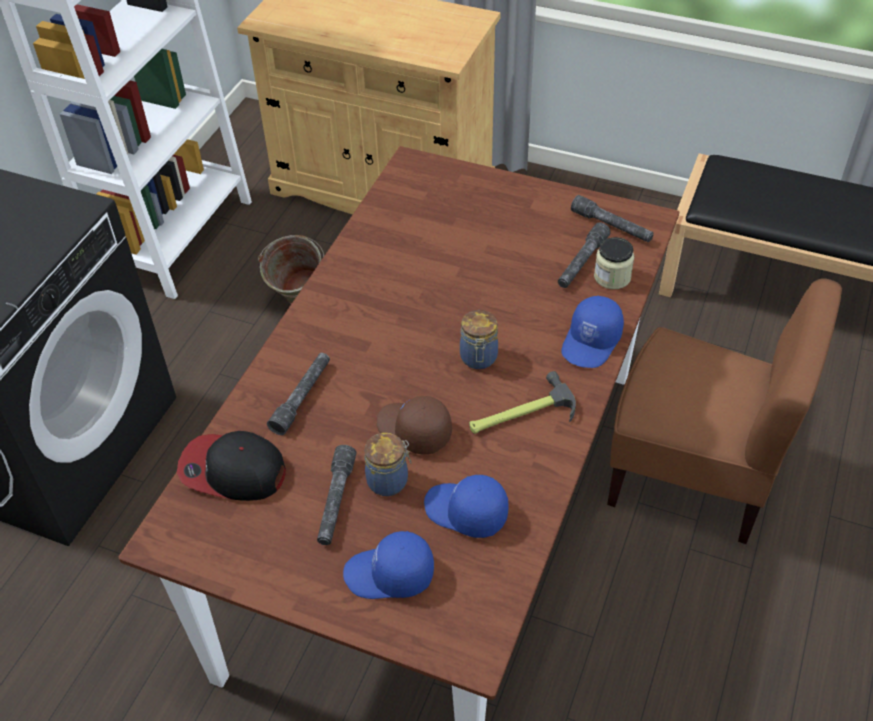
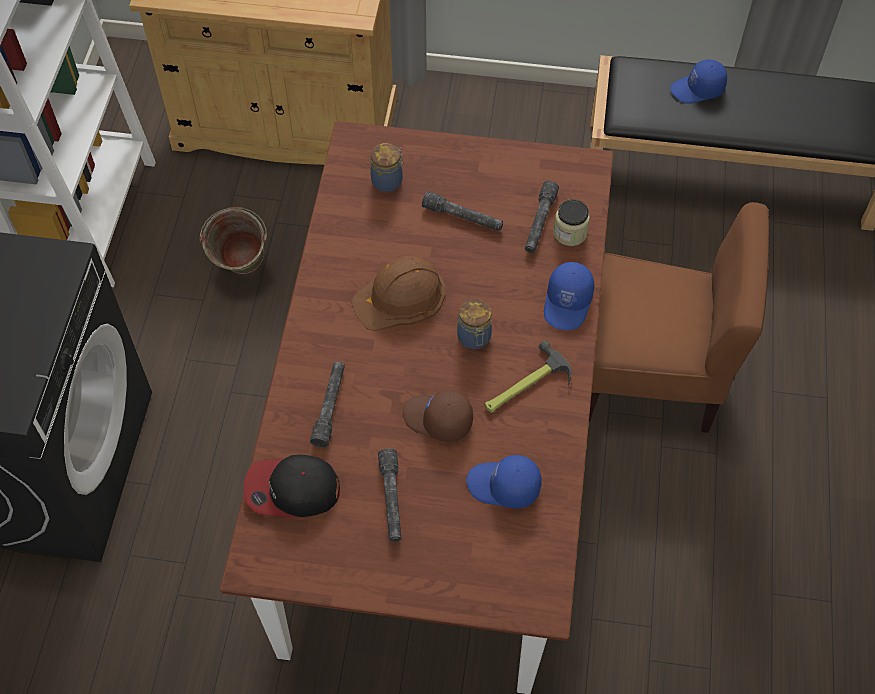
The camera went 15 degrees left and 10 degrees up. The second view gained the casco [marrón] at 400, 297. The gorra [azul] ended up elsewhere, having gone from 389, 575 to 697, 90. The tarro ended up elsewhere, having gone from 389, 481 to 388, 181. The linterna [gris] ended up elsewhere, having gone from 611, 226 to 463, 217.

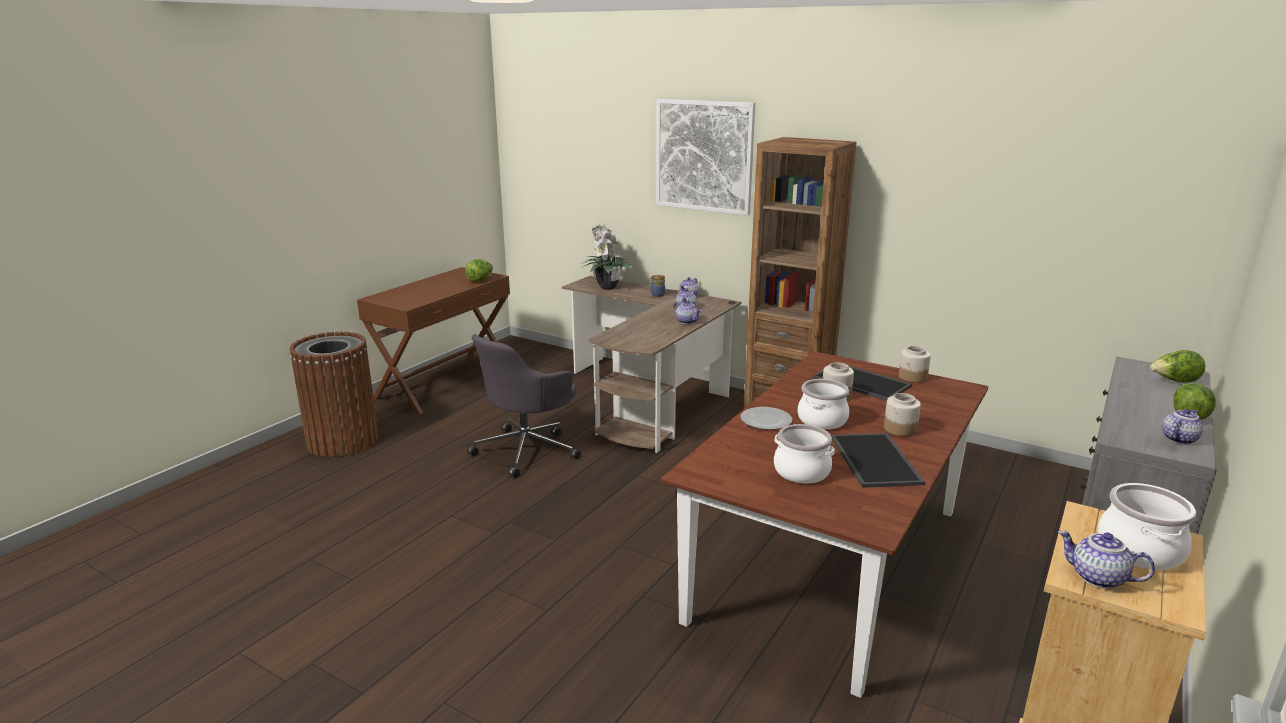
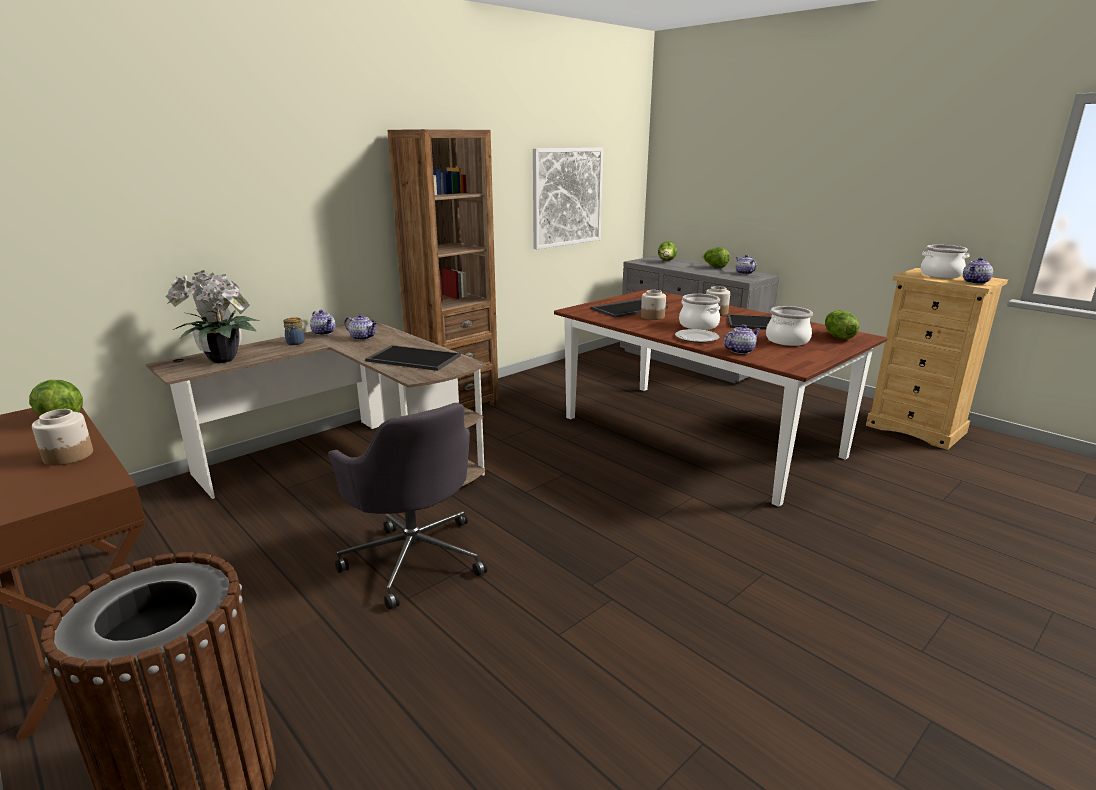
The camera went 75 degrees left and 0 degrees up. The second view gained the bandeja at 412, 359. The second view gained the lechuga at 837, 337. The cuadro ended up elsewhere, having gone from 704, 156 to 567, 197. The tetera ended up elsewhere, having gone from 687, 321 to 740, 351. The tarro ended up elsewhere, having gone from 912, 377 to 69, 456.

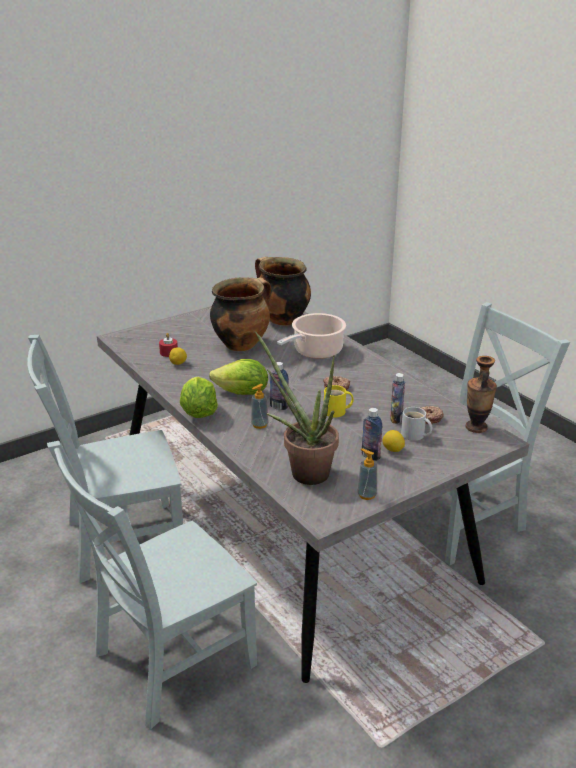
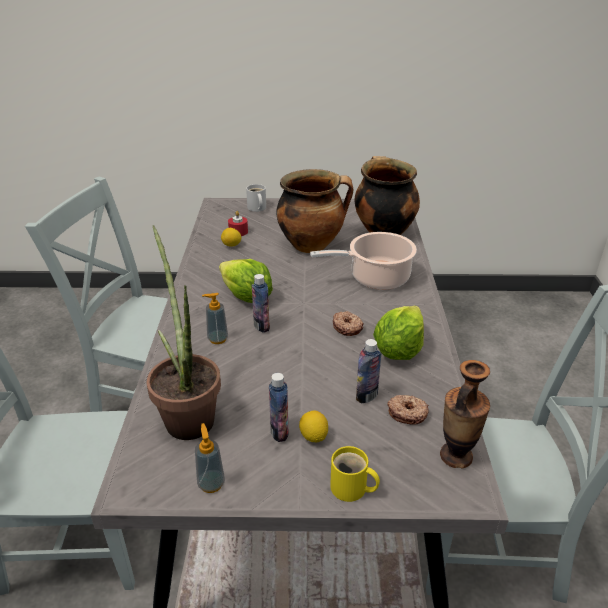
The camera went 35 degrees right and 5 degrees up. The lechuga ended up elsewhere, having gone from 199, 412 to 398, 350. The taza grande [amarillo] ended up elsewhere, having gone from 337, 412 to 351, 489. The taza grande [blanco] ended up elsewhere, having gone from 414, 435 to 256, 208.

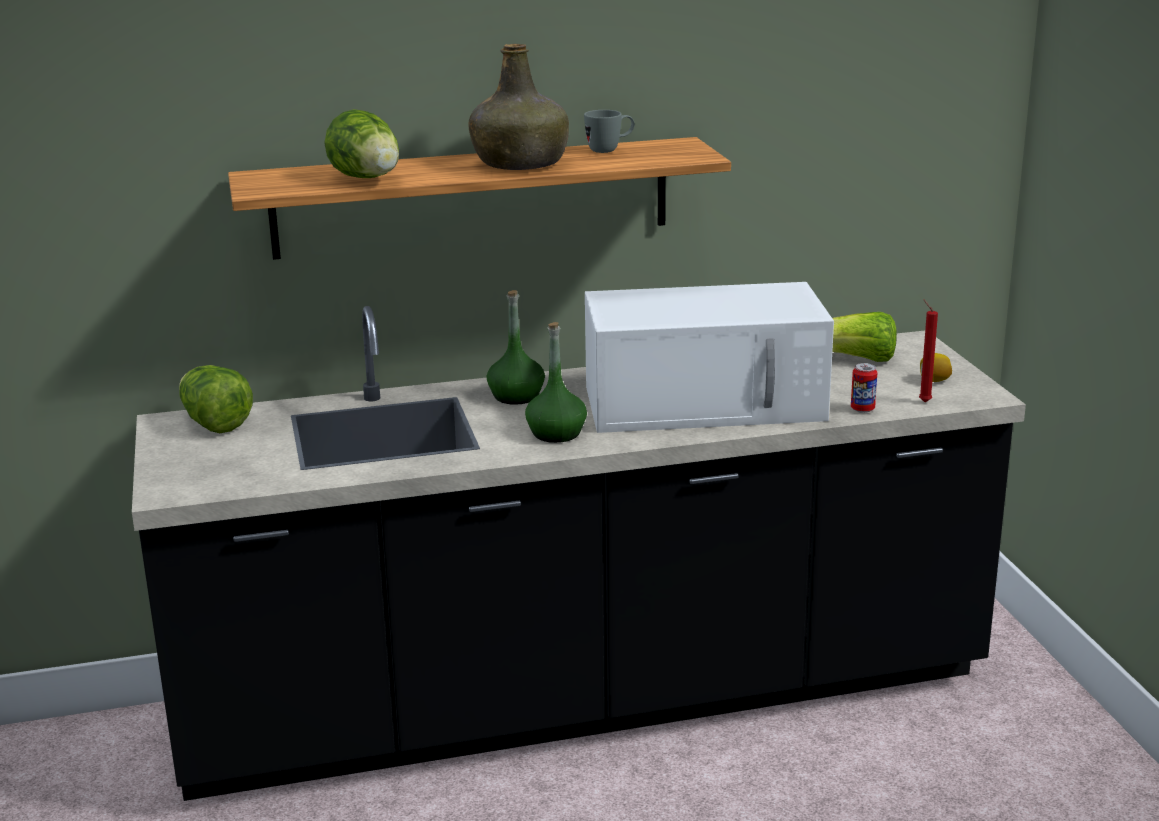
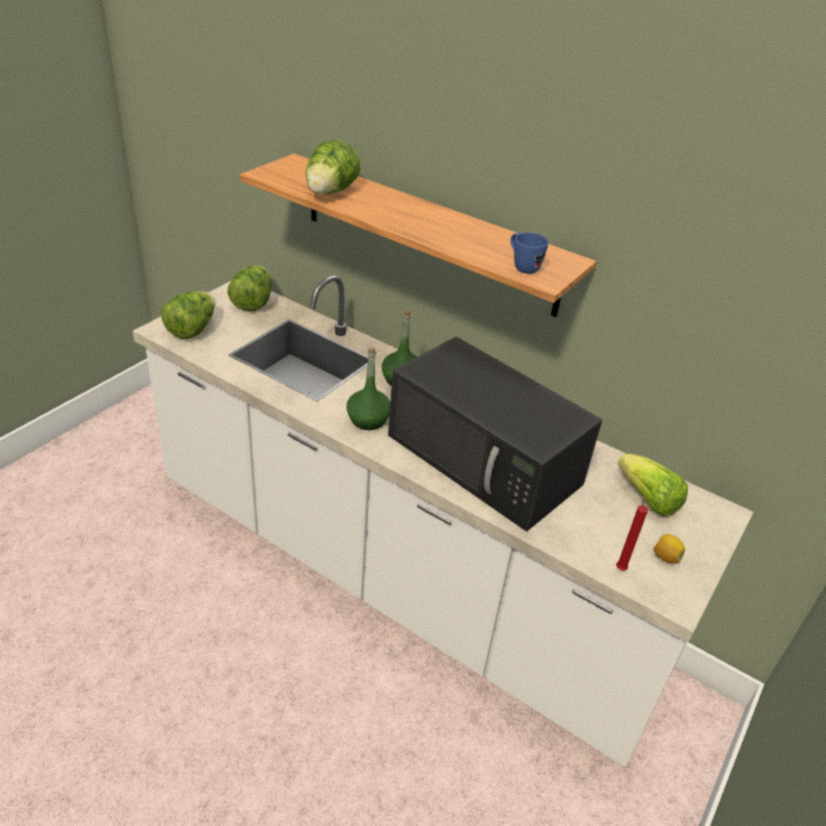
The camera went 45 degrees right and 15 degrees up. The second view lost the botella [verde] at 520, 163. The second view lost the taza grande [gris] at 610, 150. The second view lost the lata at 862, 409. The second view gained the lechuga at 192, 329. The second view gained the taza grande [azul] at 522, 267. What was the mueble bajo de cocina [negro] at 584, 701 turned into the mueble bajo de cocina [blanco] at 397, 579. What was the microondas [blanco] at 707, 402 turned into the microondas [negro] at 486, 460.

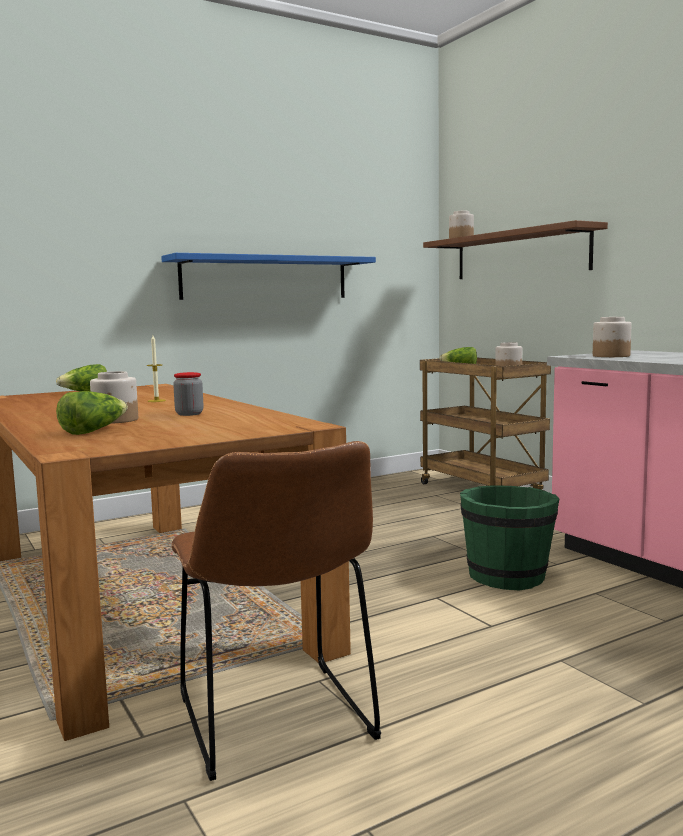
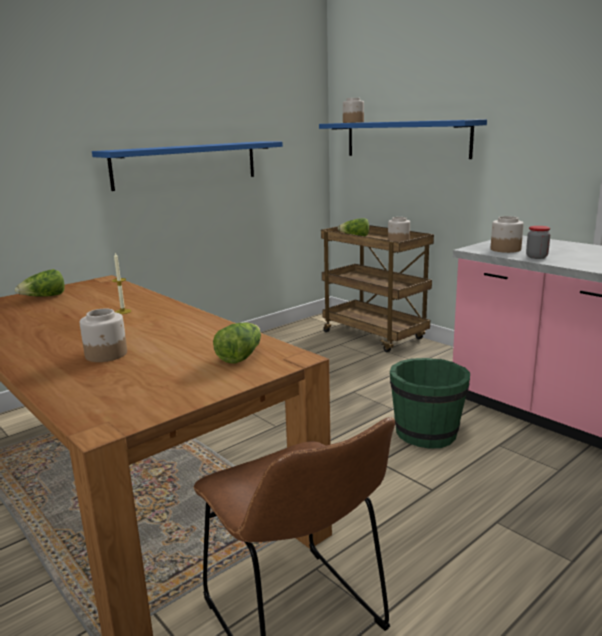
The camera went 10 degrees left and 10 degrees up. The lechuga ended up elsewhere, having gone from 93, 431 to 240, 356. The tarro ended up elsewhere, having gone from 189, 414 to 536, 257. What was the estante [marrón] at 519, 254 turned into the estante [azul] at 405, 139.

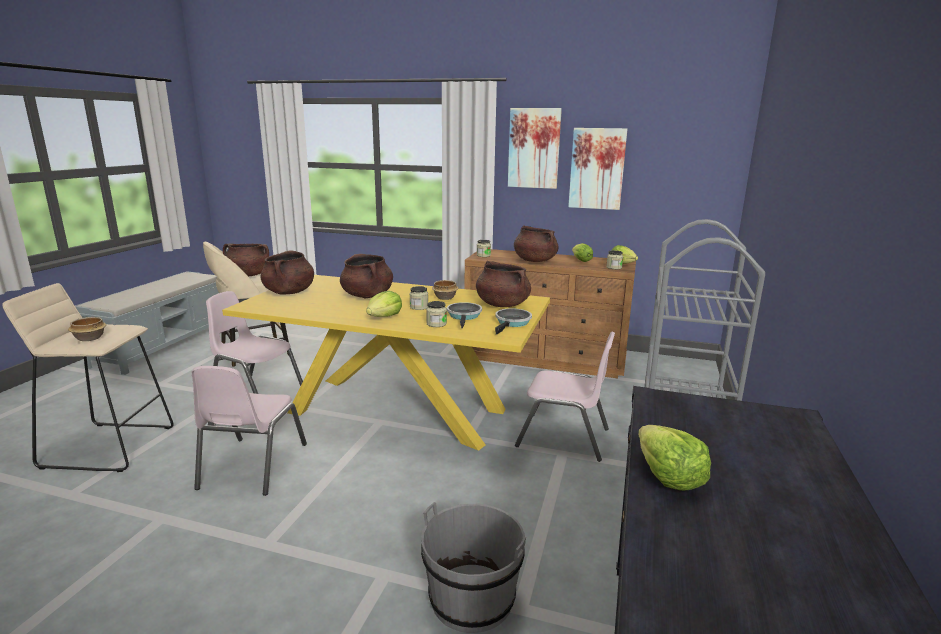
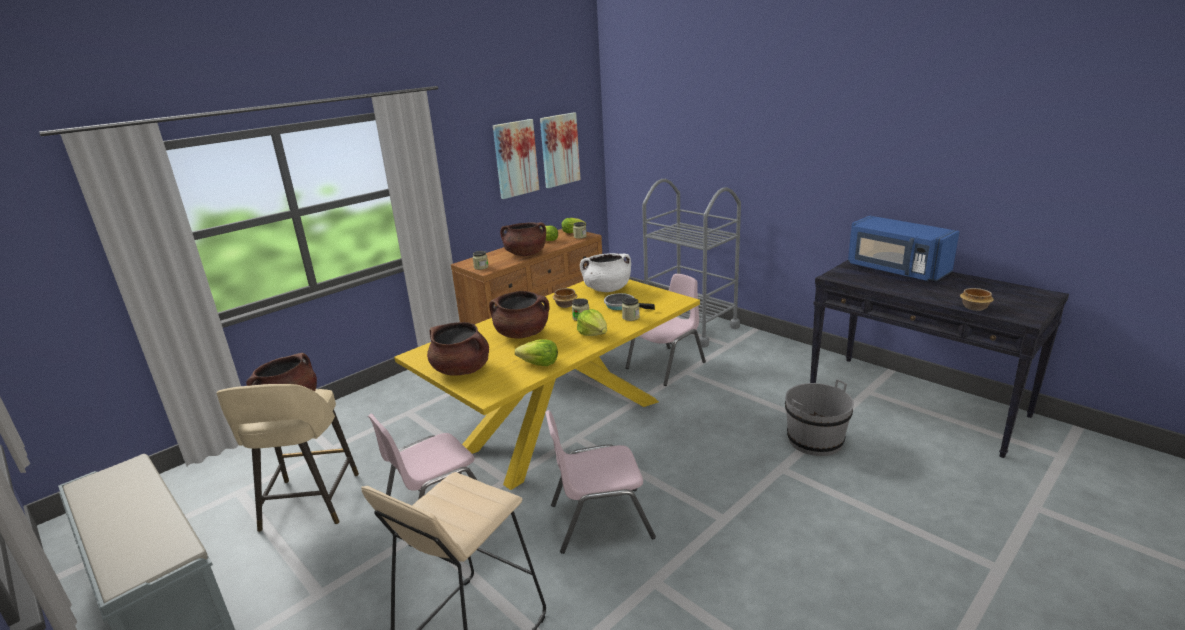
The camera went 60 degrees left and 5 degrees up. The second view lost the sartén at 512, 323. The second view gained the microondas [azul] at 896, 270. The cuenco ended up elsewhere, having gone from 89, 338 to 974, 308. The cuadro ended up elsewhere, having gone from 534, 148 to 559, 150. The lechuga ended up elsewhere, having gone from 668, 476 to 539, 364. What was the olla [marrón] at 502, 304 turned into the olla [blanco] at 607, 289. The silla [rosa] at 252, 466 ended up facing another way, 135 degrees clockwise from before.

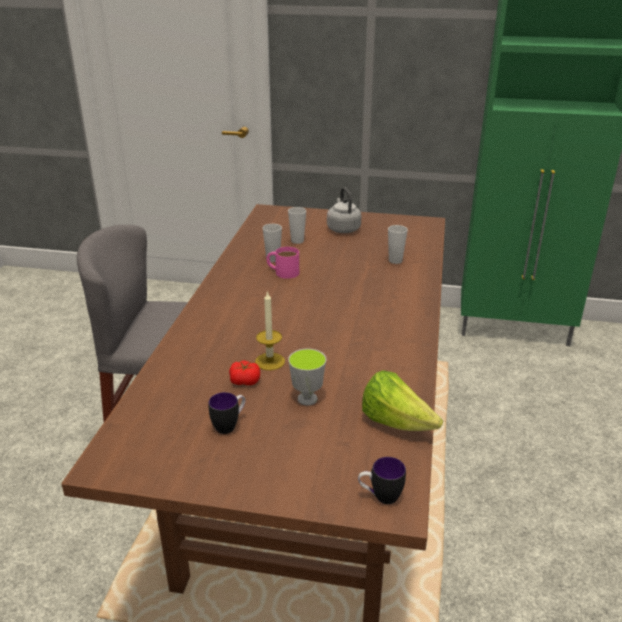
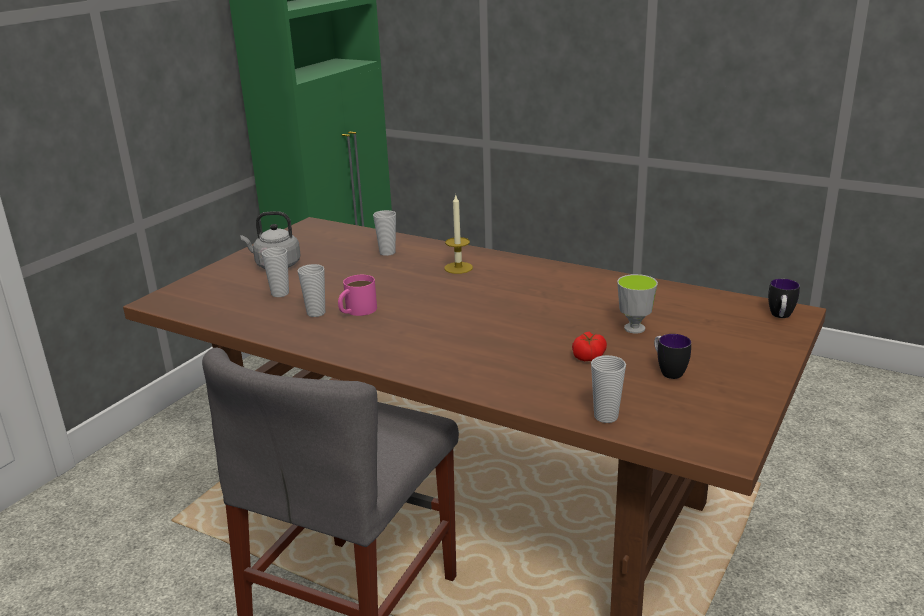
The camera went 70 degrees left and 5 degrees down. The second view lost the lechuga at 396, 422. The second view gained the taza at 606, 416. The vela ended up elsewhere, having gone from 270, 361 to 458, 268.

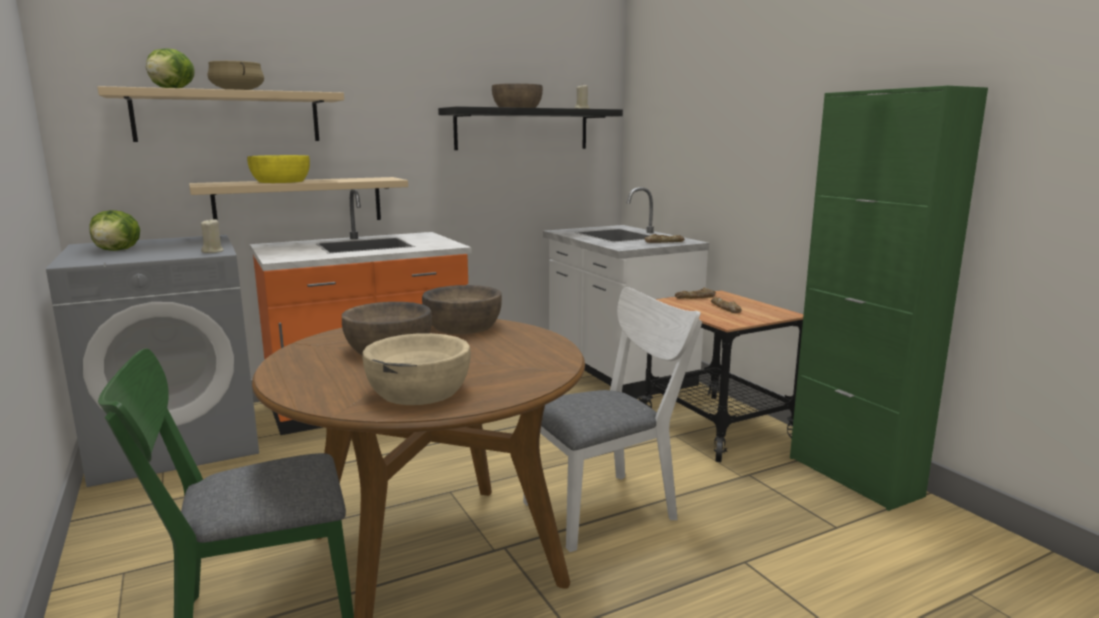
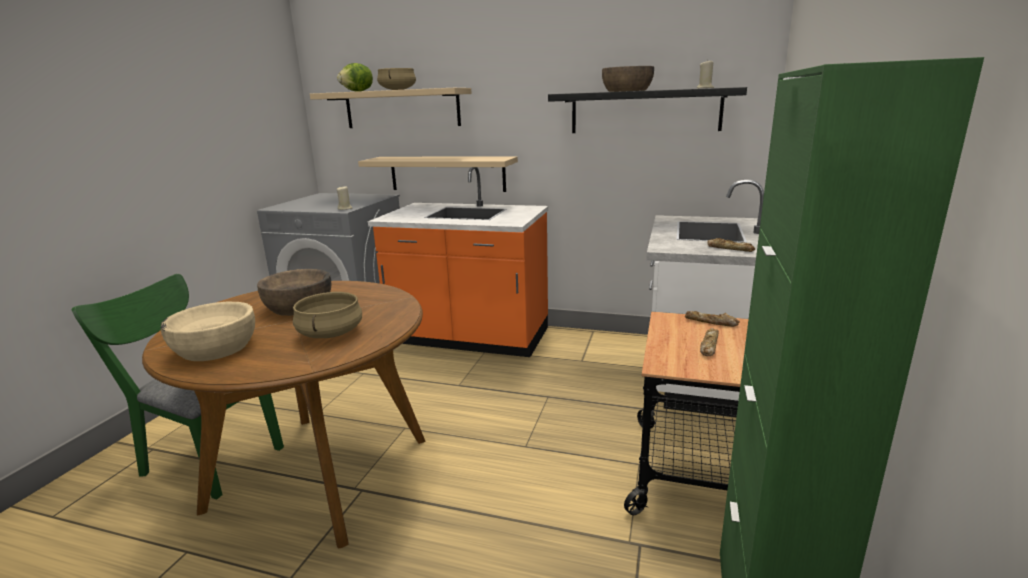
The camera went 45 degrees right and 5 degrees up. The second view lost the lechuga at 118, 250. The second view lost the cuenco [amarillo] at 280, 181. The second view lost the cuenco [marrón] at 463, 326. The second view lost the silla [blanco] at 609, 507. The second view gained the olla [beis] at 330, 333.

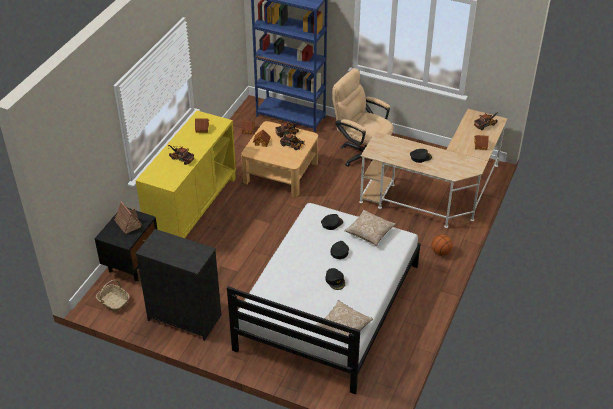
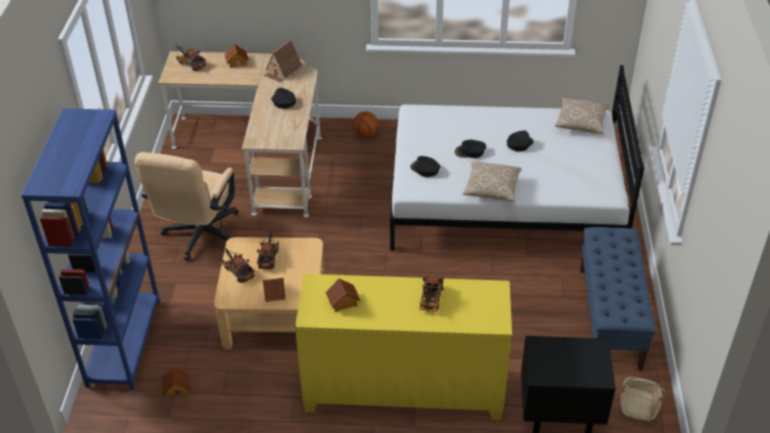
The camera went 110 degrees left and 0 degrees up. The casita ended up elsewhere, having gone from 128, 223 to 282, 71. The cojín ended up elsewhere, having gone from 369, 232 to 492, 189. Where the cómoda [negro] stood at 185, 317, the banco [azul] came to stand at 609, 318.

